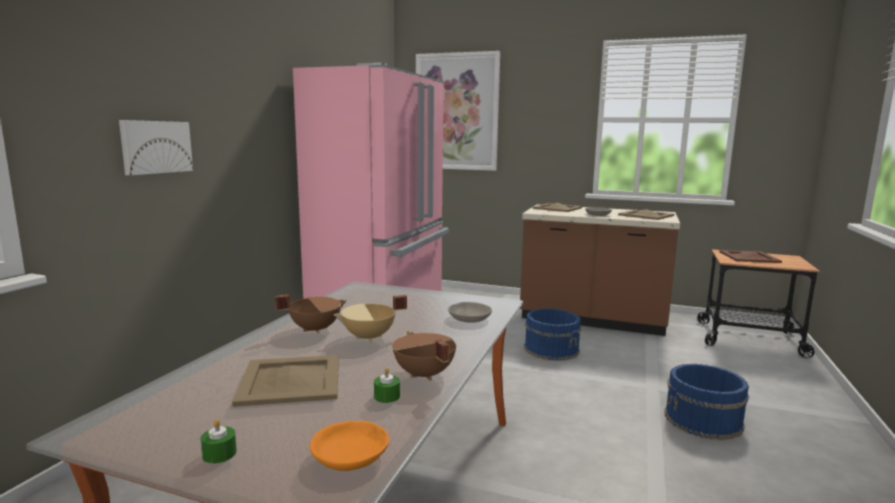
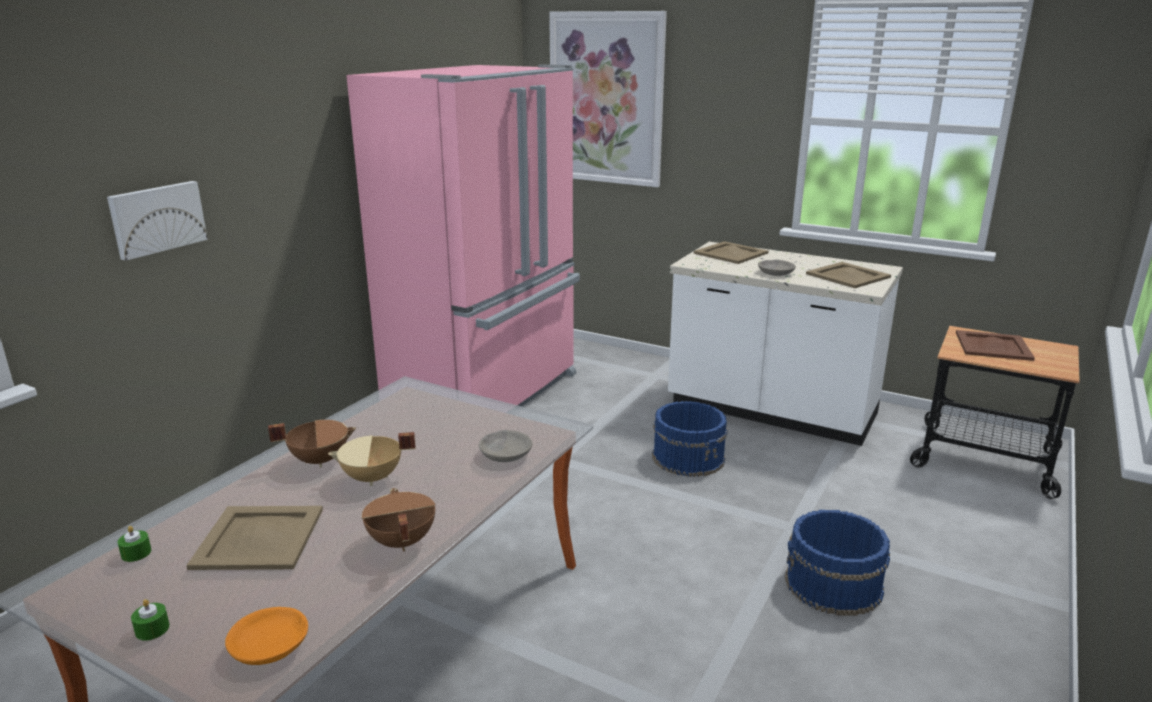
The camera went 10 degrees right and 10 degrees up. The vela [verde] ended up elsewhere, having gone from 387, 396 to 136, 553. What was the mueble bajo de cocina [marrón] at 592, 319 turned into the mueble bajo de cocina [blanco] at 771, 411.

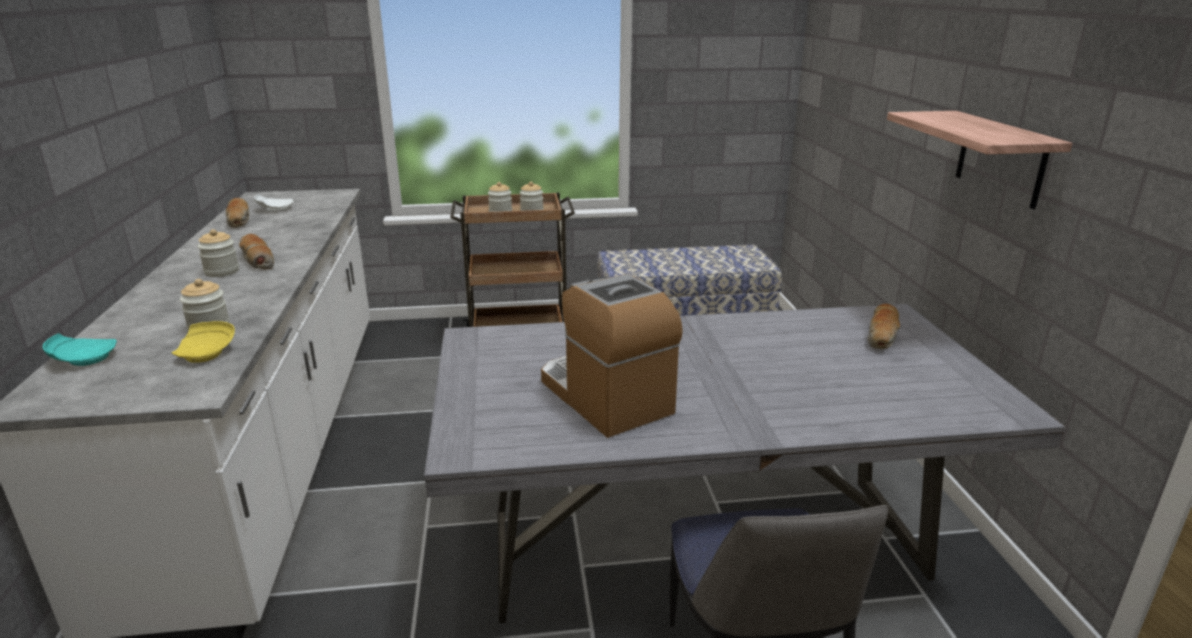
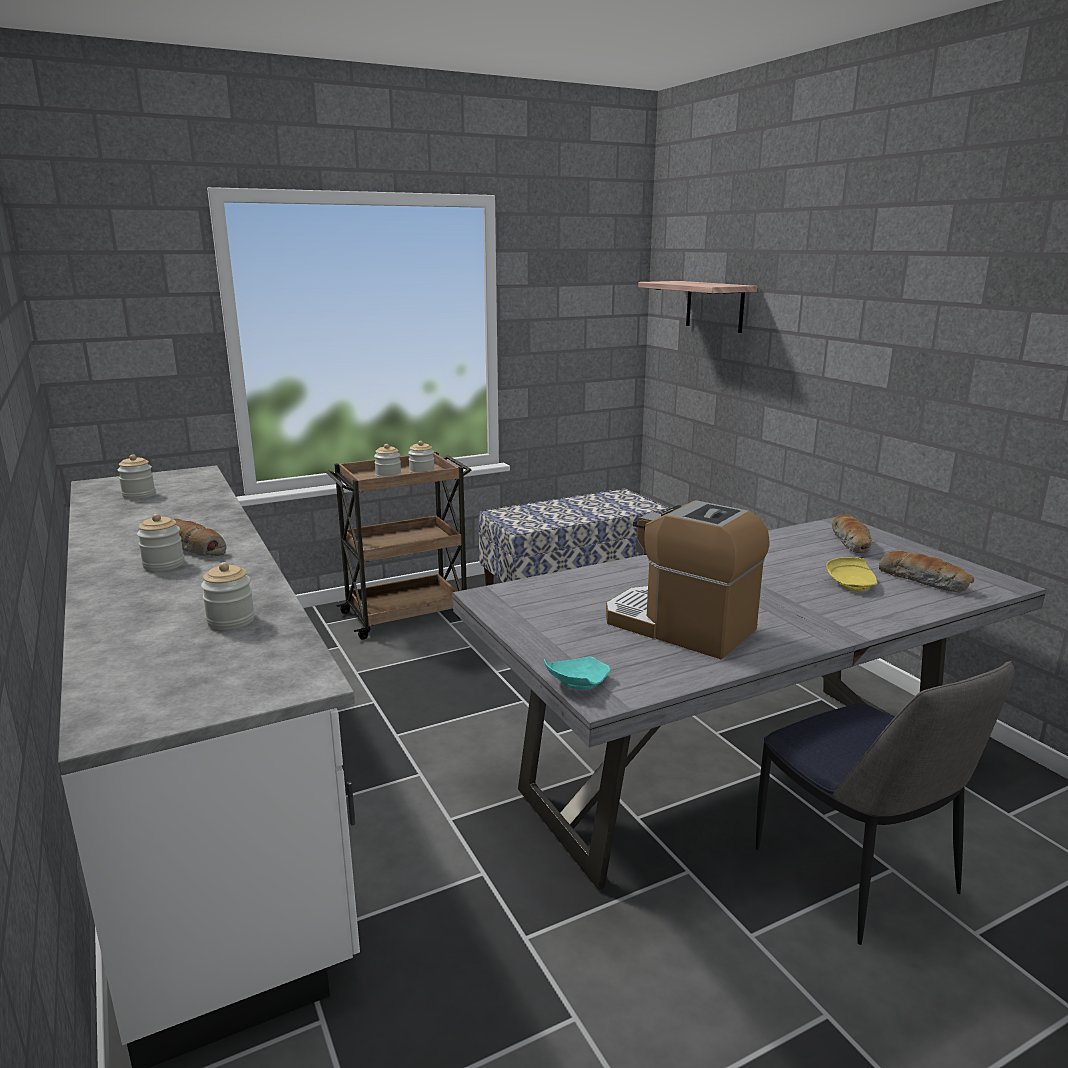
The camera went 20 degrees left and 5 degrees down. The plato [turquesa] ended up elsewhere, having gone from 83, 359 to 576, 683. The plato [amarillo] ended up elsewhere, having gone from 207, 353 to 852, 584. The pan ended up elsewhere, having gone from 239, 220 to 924, 581. The estante ended up elsewhere, having gone from 1000, 158 to 714, 306. Where the plato [blanco] stood at 274, 209, the tarro came to stand at 139, 495.

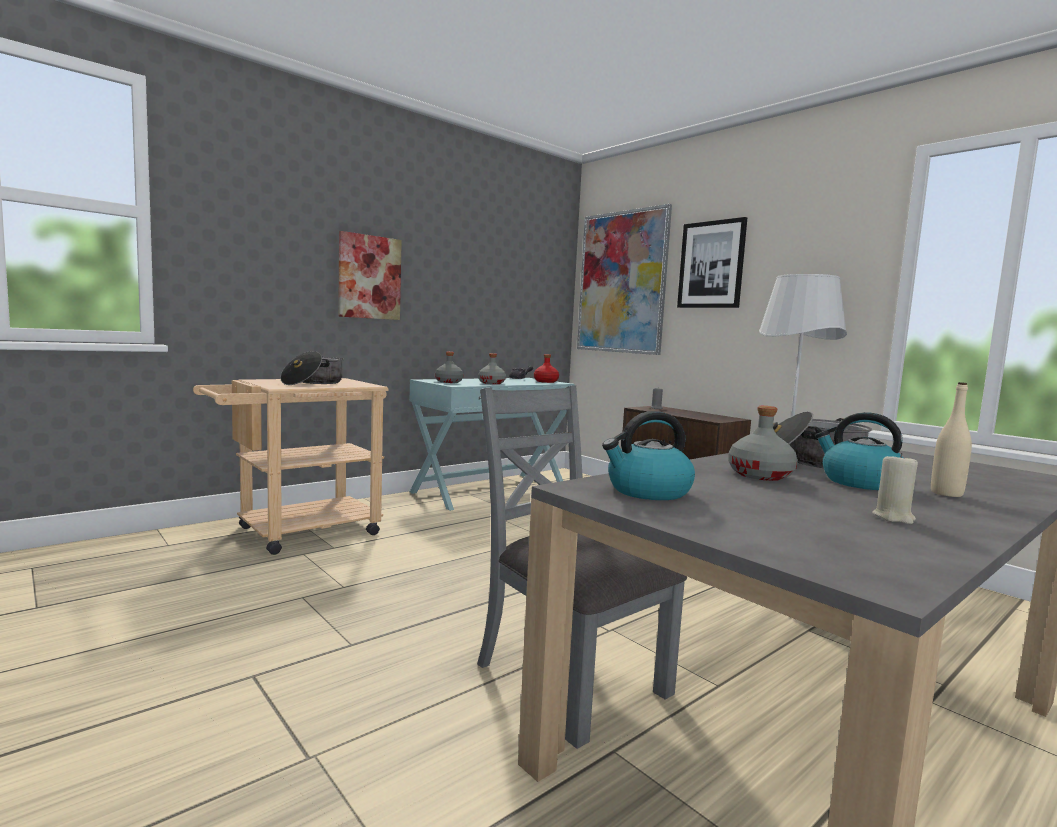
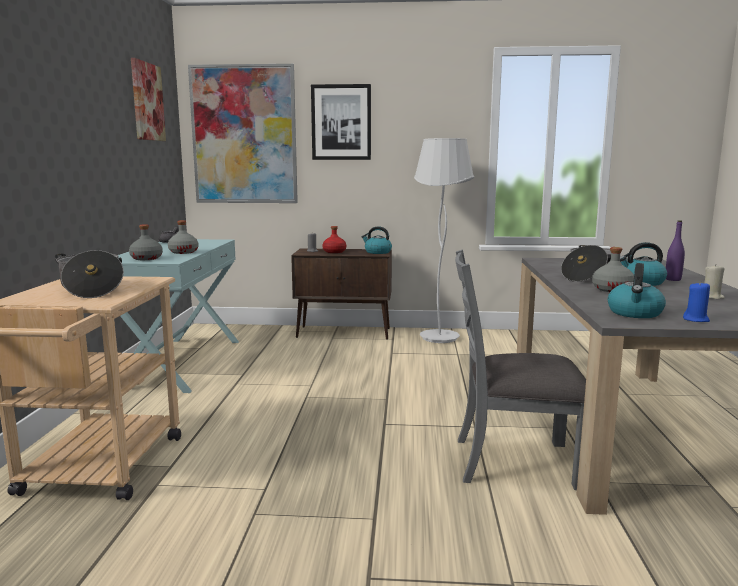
The camera went 45 degrees left and 5 degrees up. The second view gained the hervidor at 377, 252. The second view gained the vela [azul] at 696, 319. The cuadro ended up elsewhere, having gone from 369, 277 to 147, 102. The botella [rojo] ended up elsewhere, having gone from 545, 381 to 334, 252. What was the botella [beis] at 946, 493 turned into the botella [morado] at 673, 279.

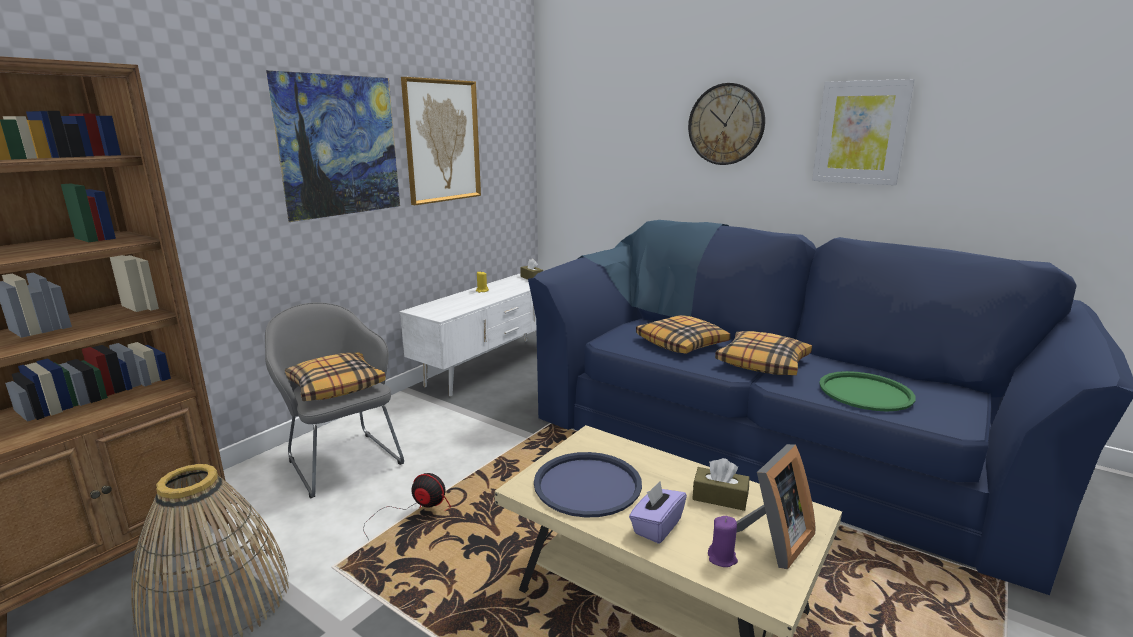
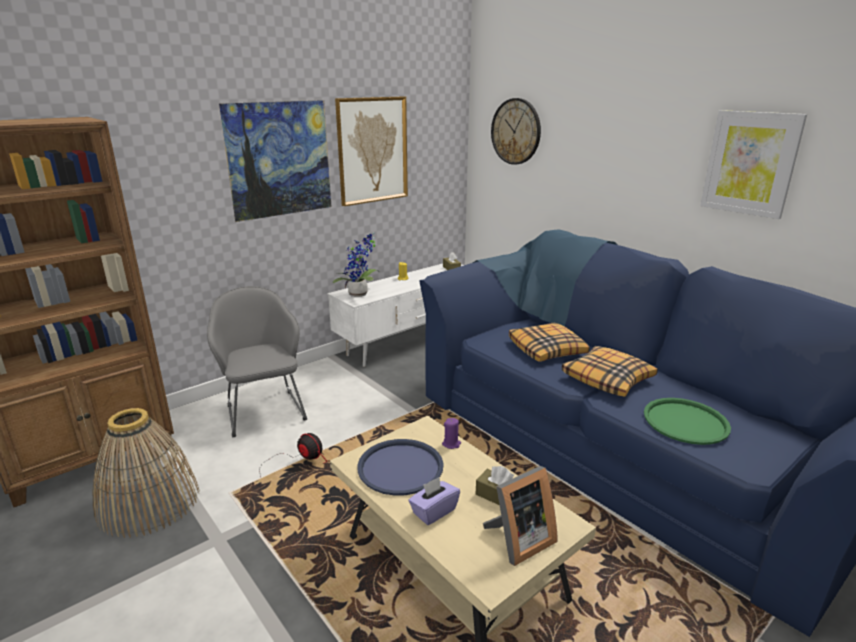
The camera went 15 degrees right and 5 degrees up. The second view lost the cojín at 335, 386. The second view gained the planta en maceta at 360, 295. The reloj de pared ended up elsewhere, having gone from 726, 124 to 516, 131. The vela [morado] ended up elsewhere, having gone from 722, 558 to 451, 444.

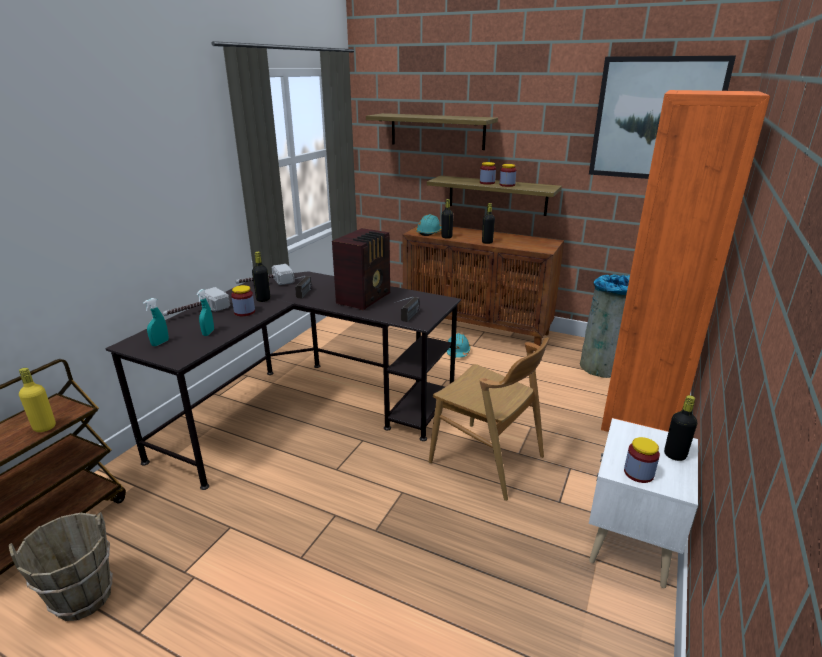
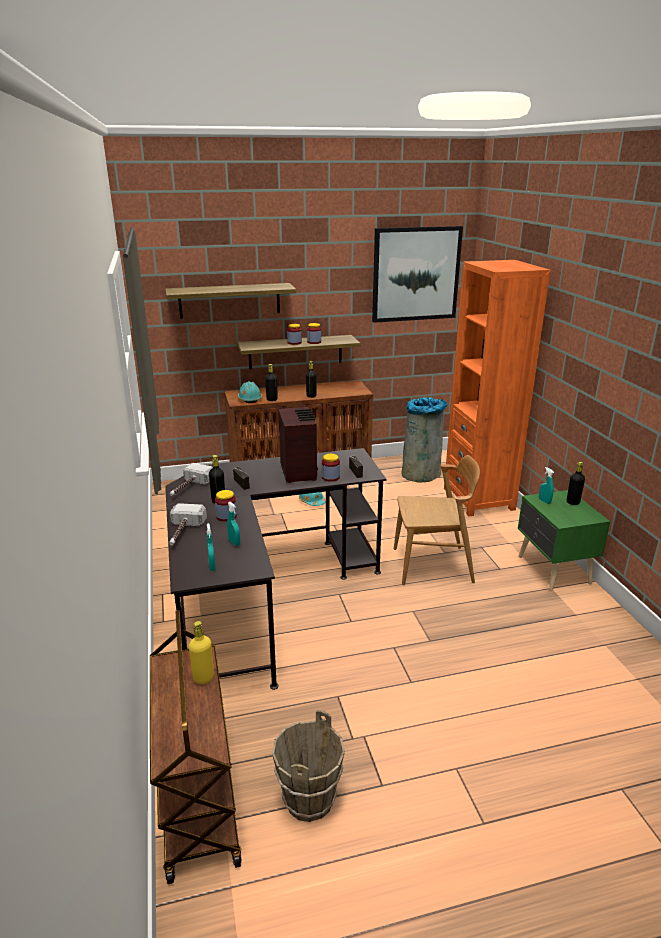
The camera went 40 degrees left and 0 degrees up. The second view gained the pulverizador [turquesa] at 544, 501. The tarro ended up elsewhere, having gone from 638, 473 to 330, 477. What was the mesita de noche [blanco] at 628, 541 turned into the mesita de noche [verde] at 553, 571.

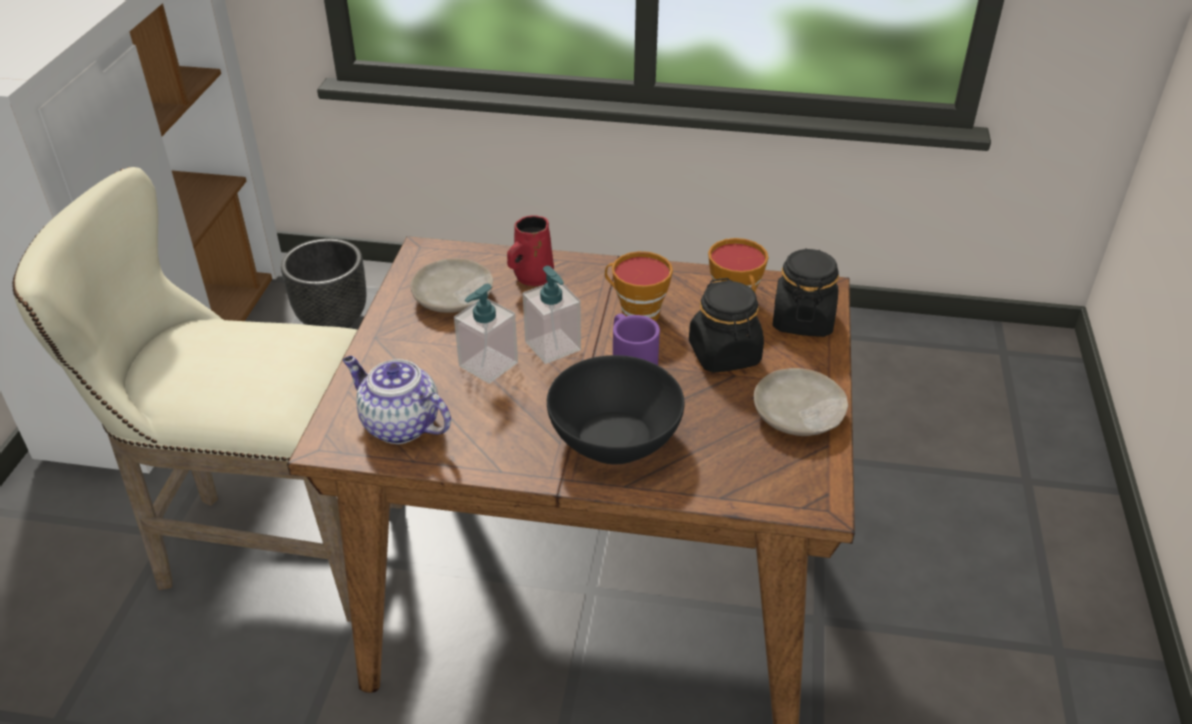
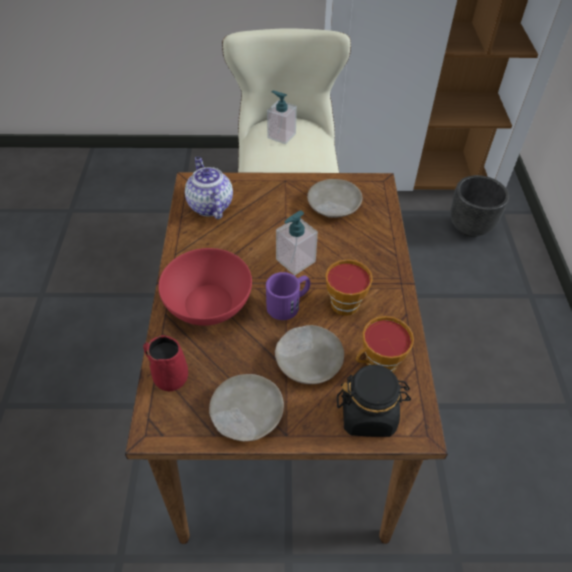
The camera went 80 degrees right and 10 degrees up. The dispensador de jabón ended up elsewhere, having gone from 488, 364 to 281, 135. The taza grande [rojo] ended up elsewhere, having gone from 532, 277 to 169, 376. Where the tarro [negro] stood at 724, 354, the plato [beis] came to stand at 309, 360. What was the cuenco [negro] at 615, 437 turned into the cuenco [rojo] at 209, 304. The tetera at 399, 425 ended up facing another way, 45 degrees counterclockwise from before.

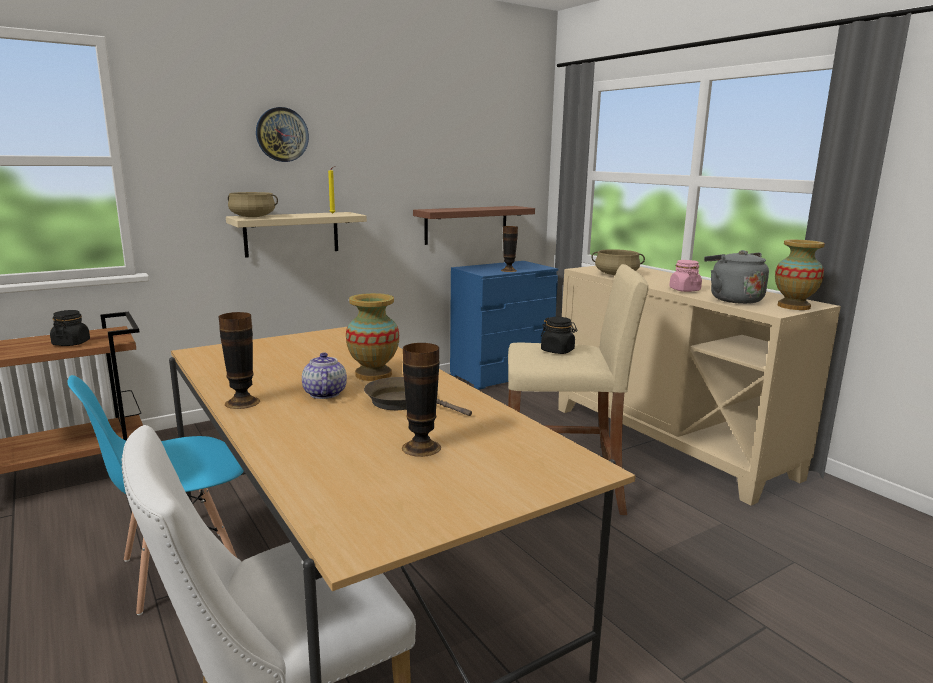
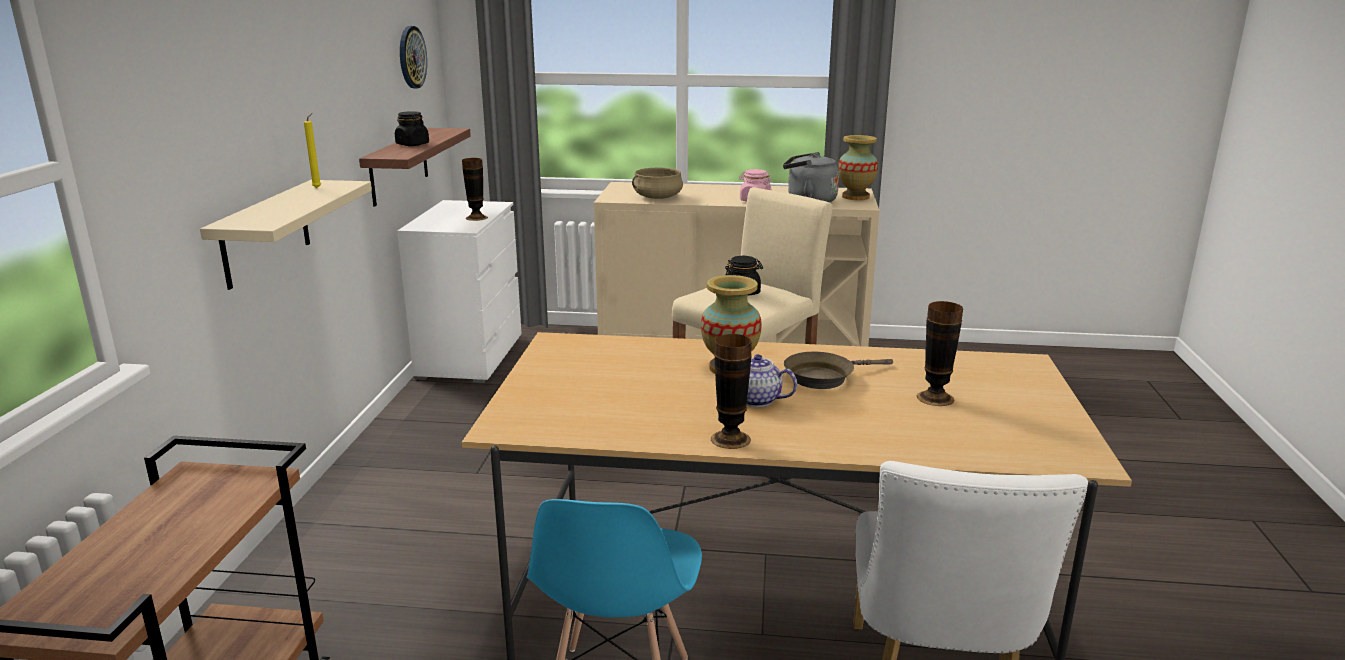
The camera went 50 degrees left and 5 degrees up. The second view lost the olla [beis] at 253, 217. The tarro [negro] ended up elsewhere, having gone from 71, 343 to 412, 144. The reloj de pared ended up elsewhere, having gone from 282, 134 to 411, 57. What was the cómoda [azul] at 501, 374 turned into the cómoda [blanco] at 470, 356.

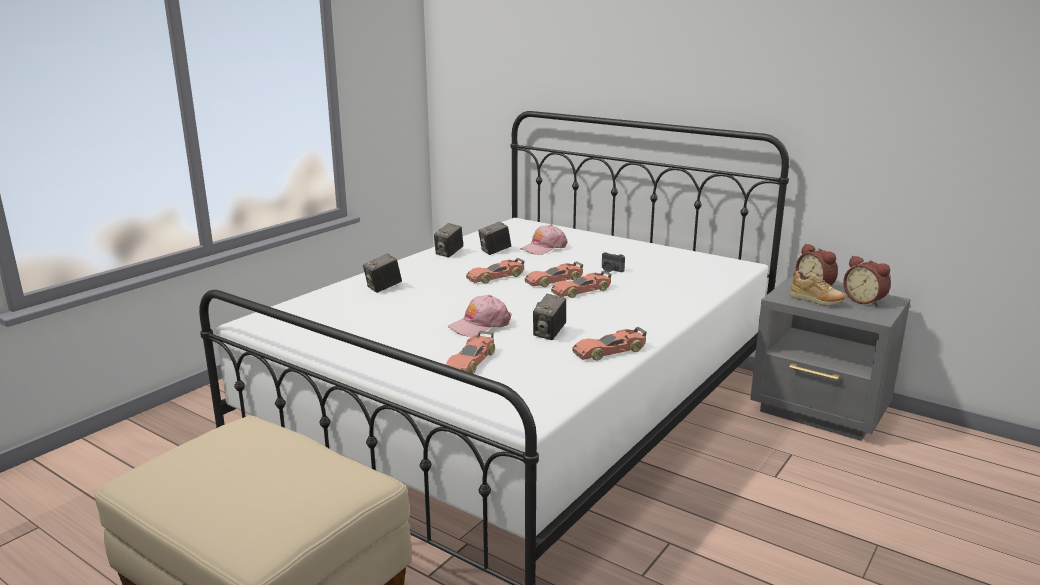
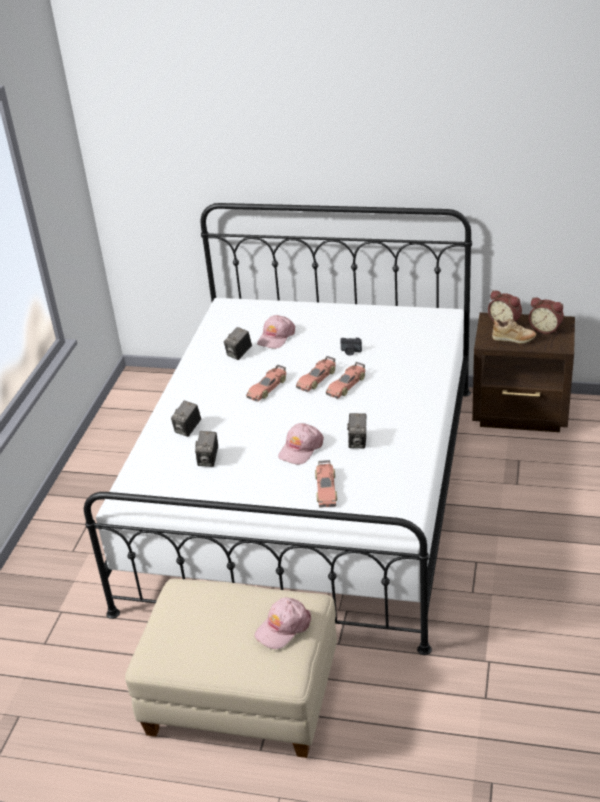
The camera went 20 degrees left and 15 degrees up. The second view lost the coche de juguete at 610, 352. The second view gained the gorra [rosa] at 283, 627. The cámara ended up elsewhere, having gone from 449, 254 to 208, 460. What was the mesita de noche [gris] at 821, 412 turned into the mesita de noche [marrón] at 522, 413.

